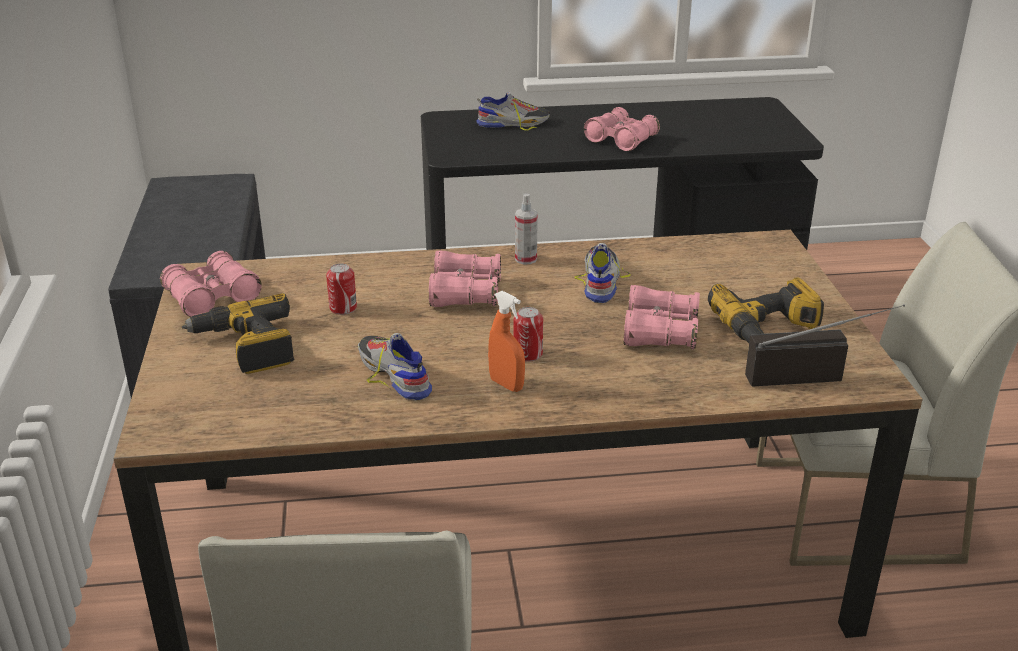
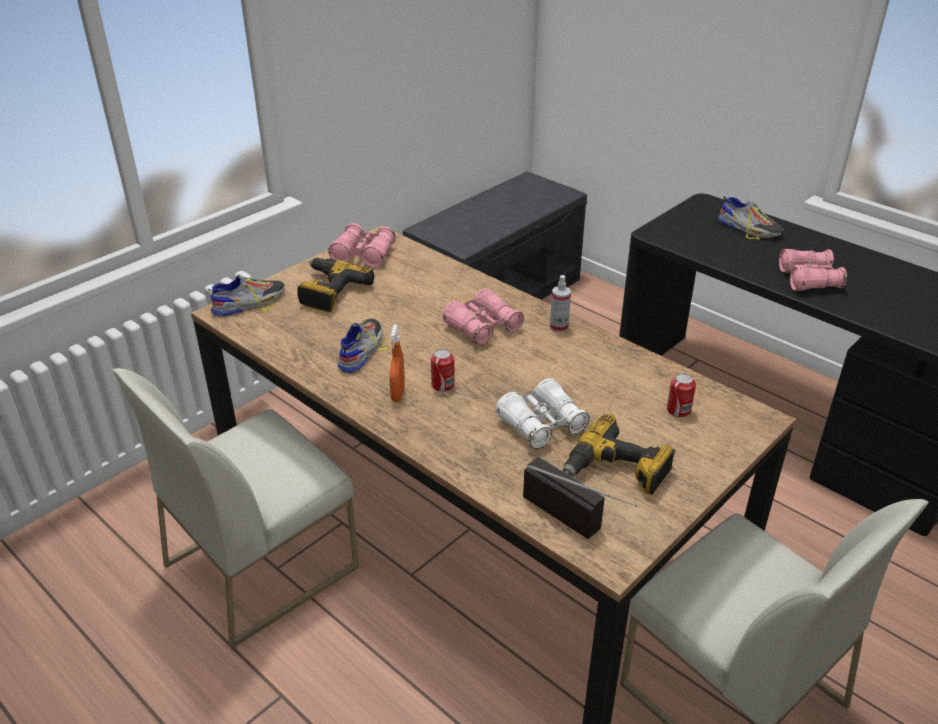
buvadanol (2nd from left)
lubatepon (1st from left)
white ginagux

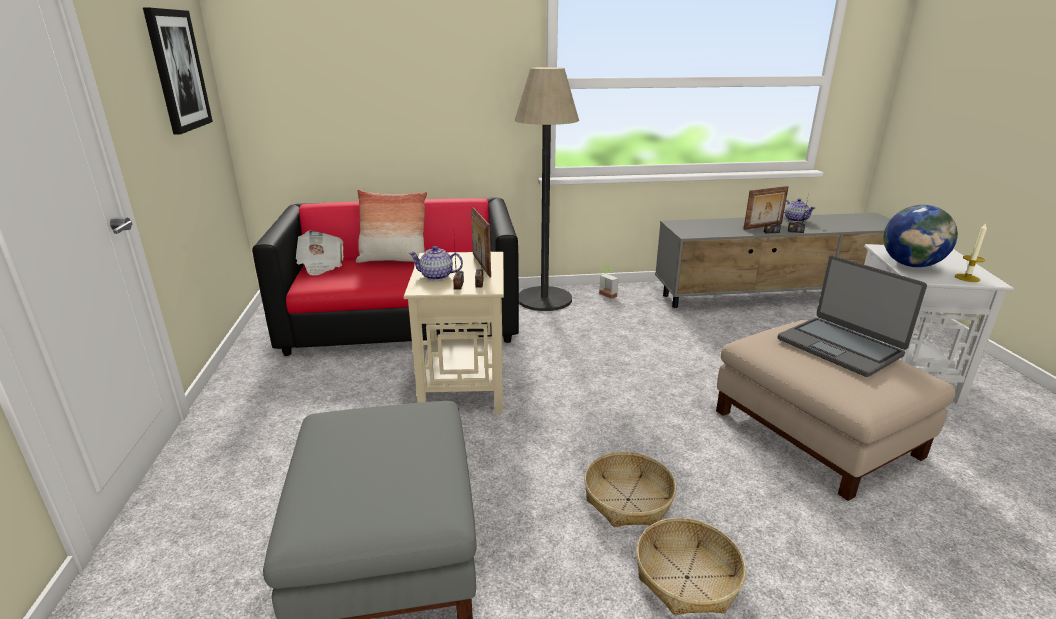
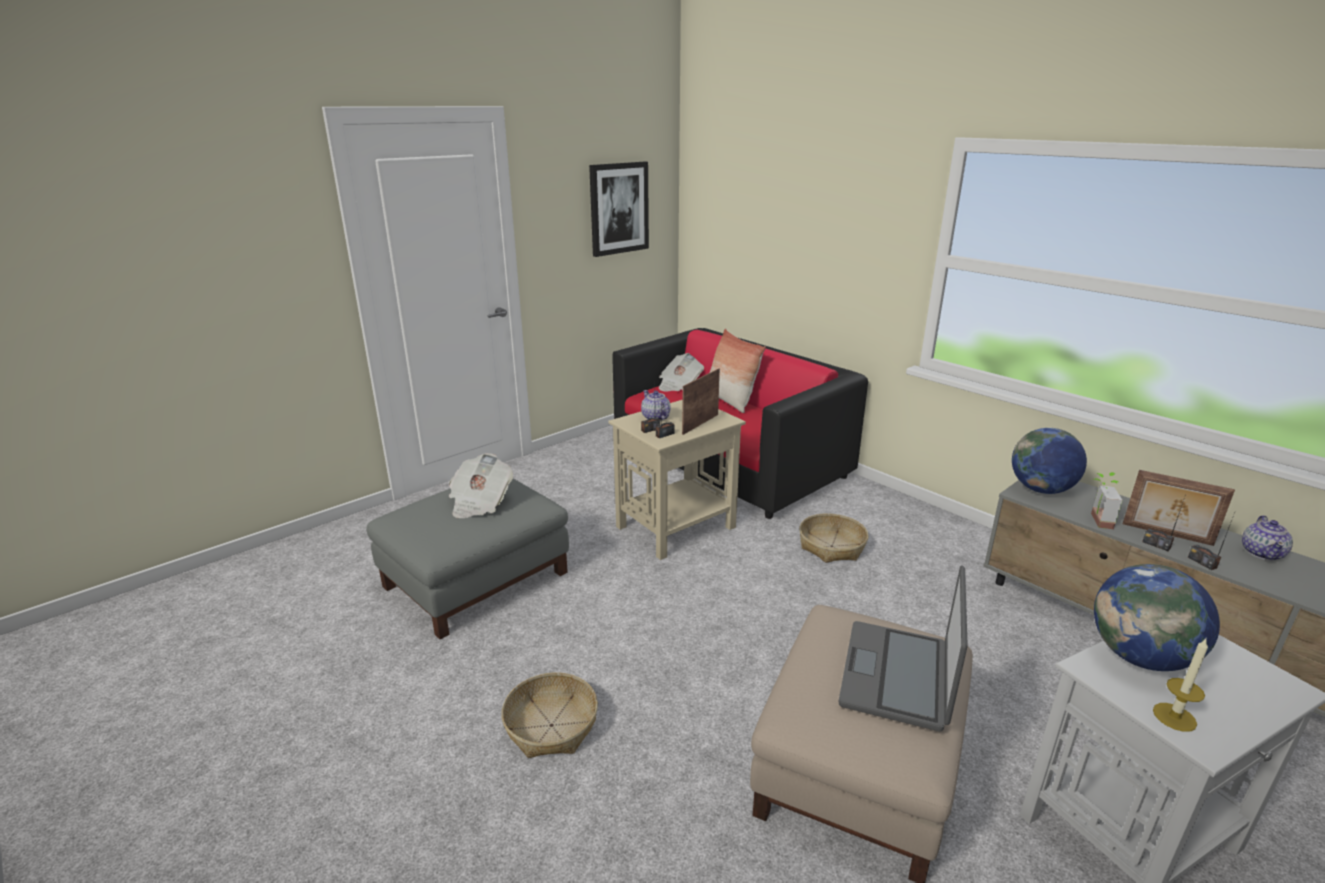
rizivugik
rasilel (1st from left)
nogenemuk (1st from left)
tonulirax (2nd from left)
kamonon

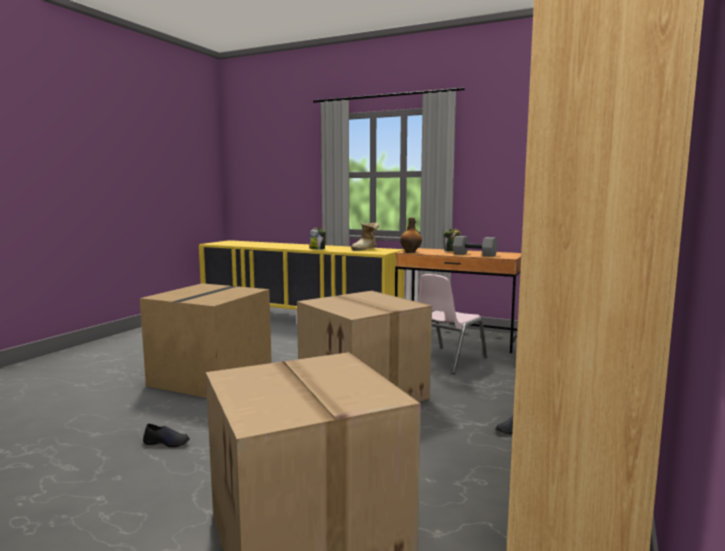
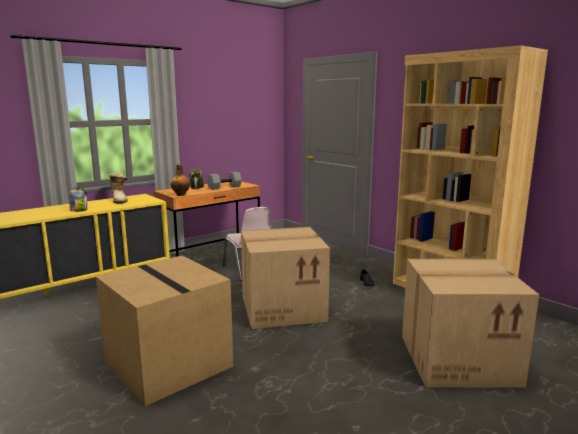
black lubatepon (1st from left in the first image)

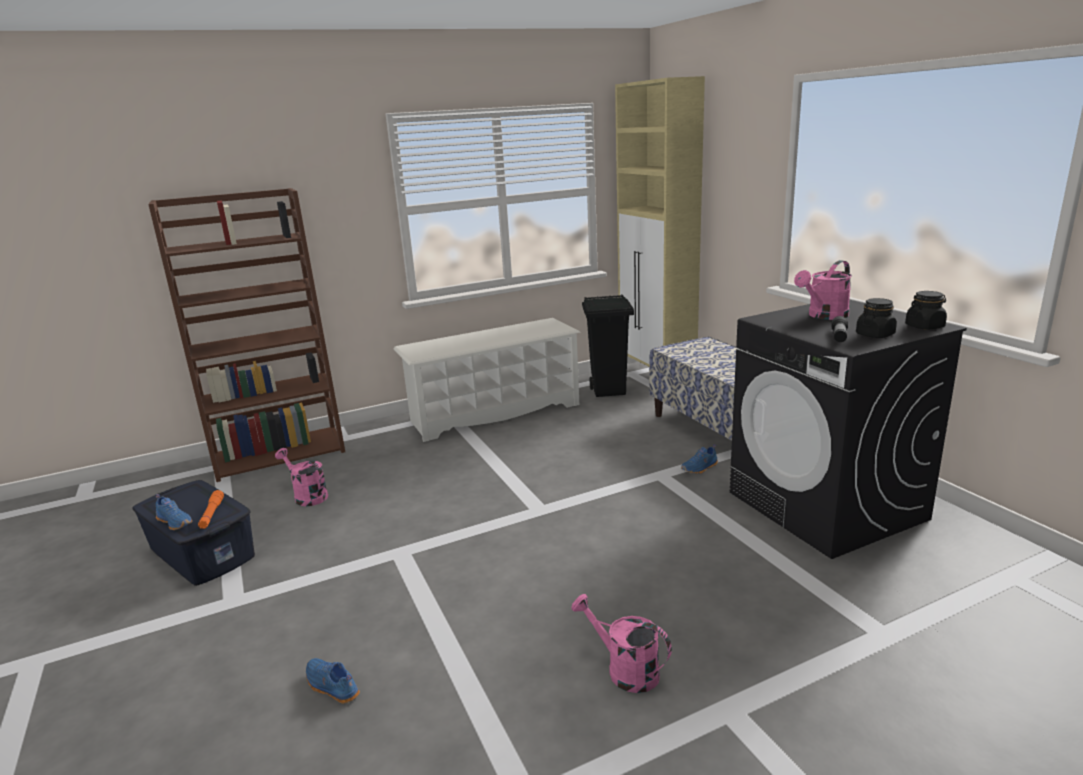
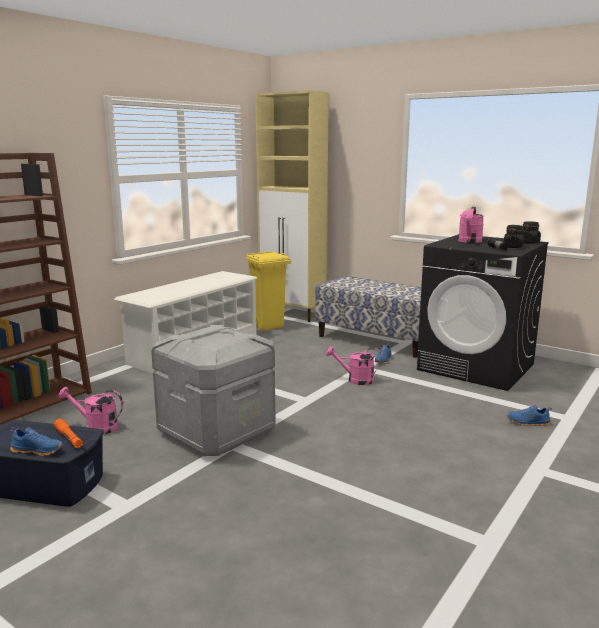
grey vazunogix
blue lubatepon (3rd from left)
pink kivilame (2nd from left)
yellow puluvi

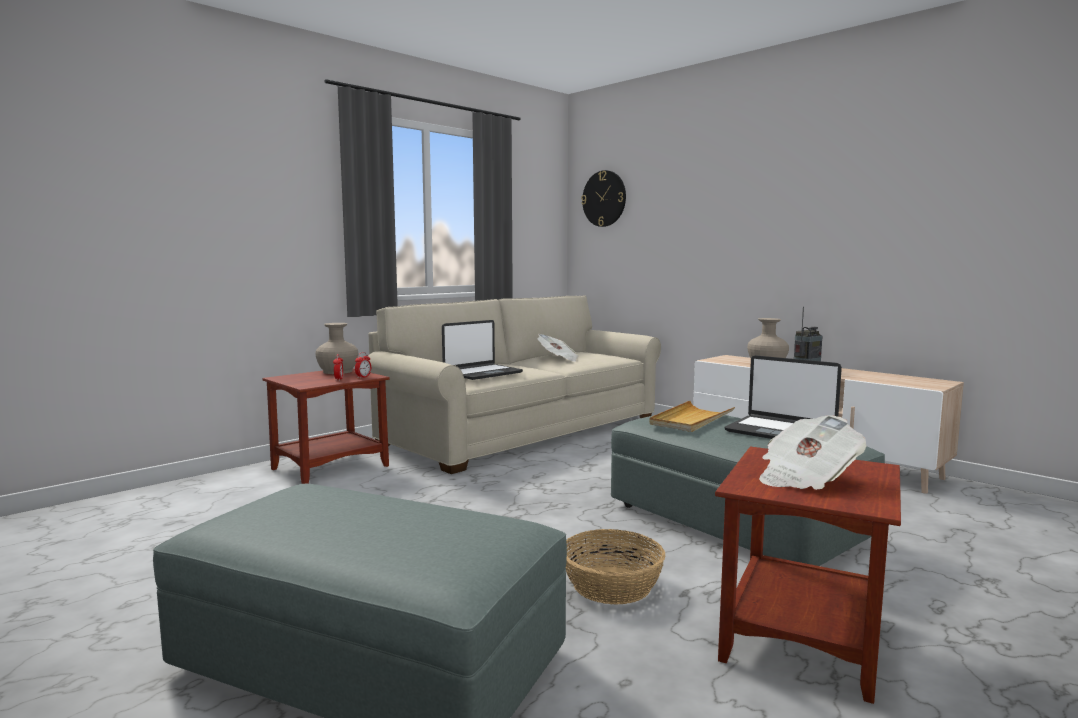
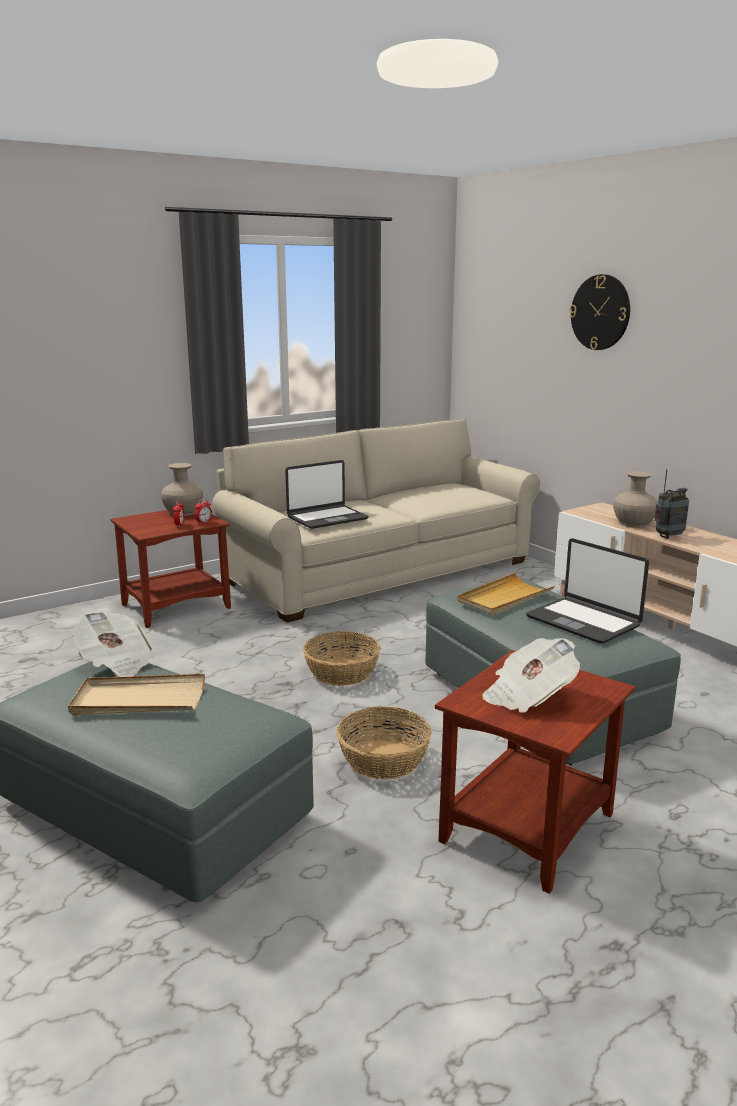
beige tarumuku (1st from left)
tonulirax (1st from left)
rasilel (1st from left)
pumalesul

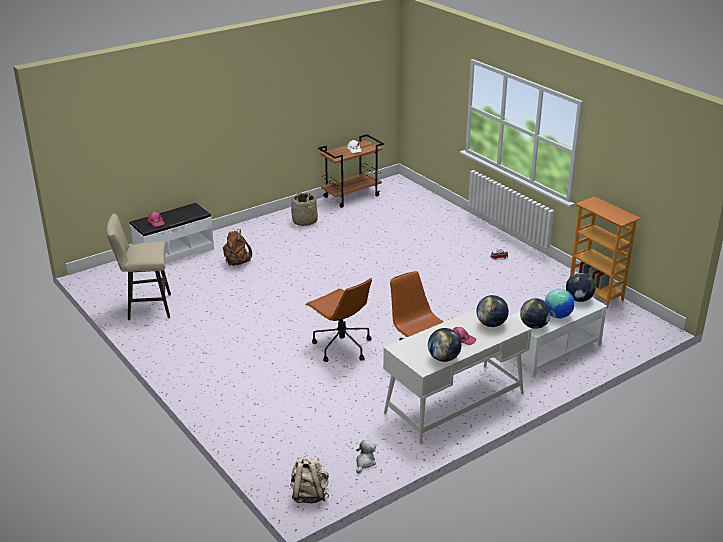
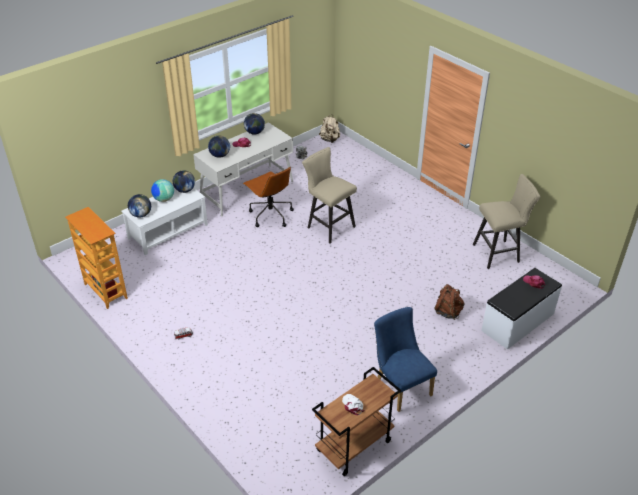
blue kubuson
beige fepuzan (1st from left)

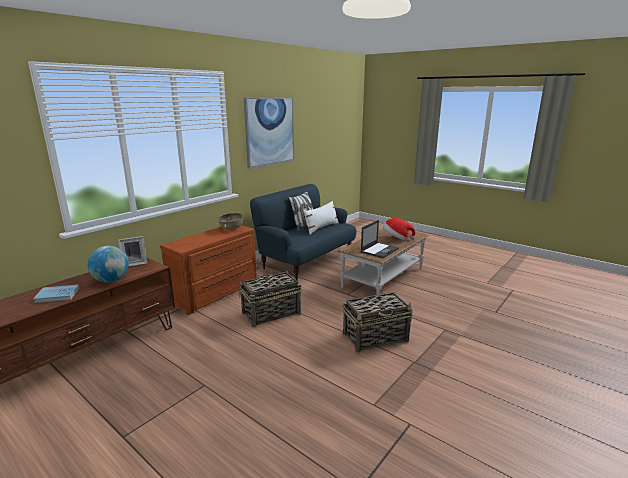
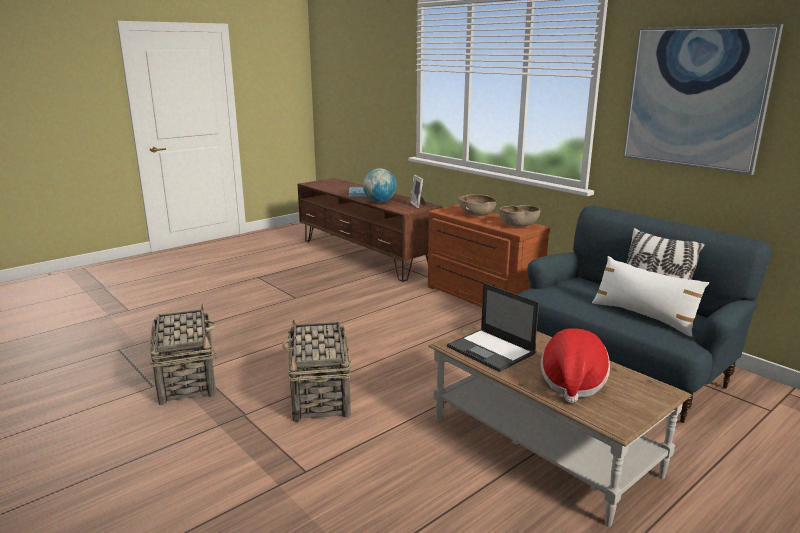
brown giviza (1st from left)
tonulirax (1st from left)

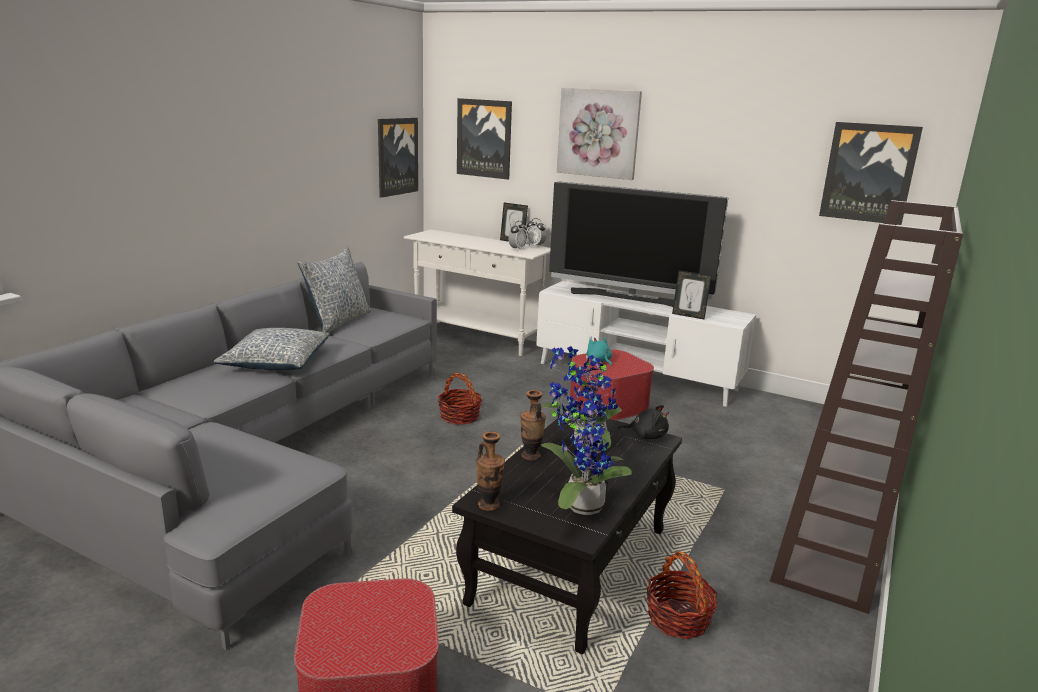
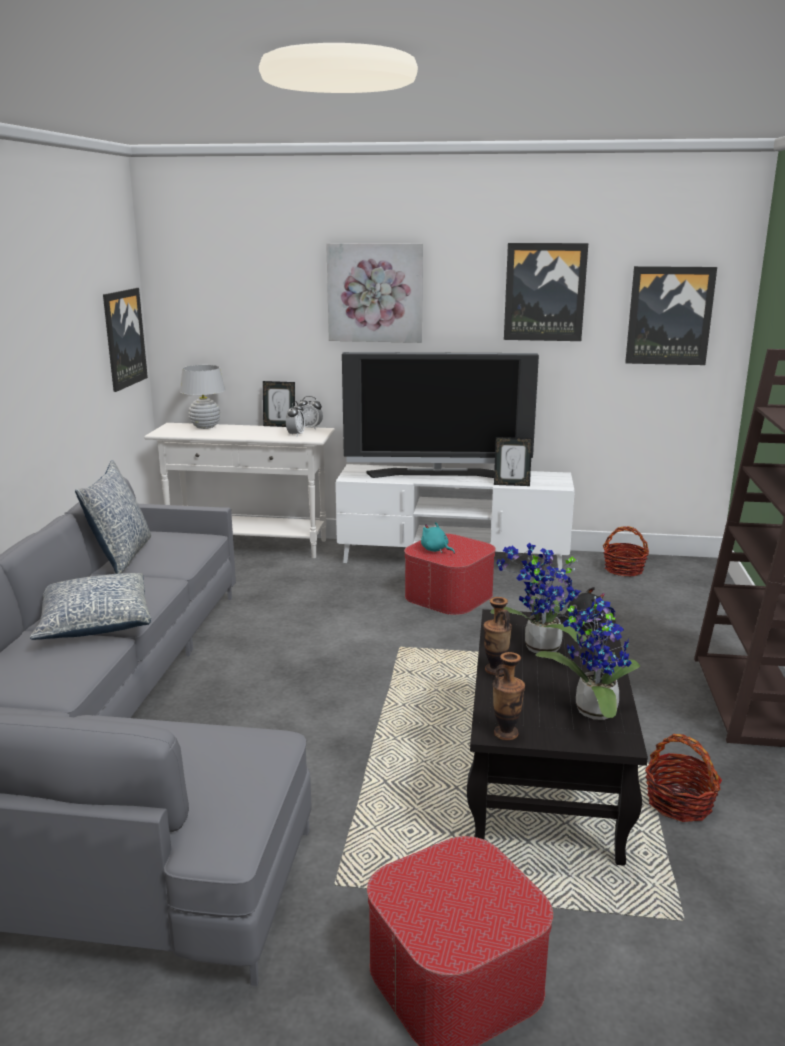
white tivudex
tonulirax (1st from left)
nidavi (3rd from left)

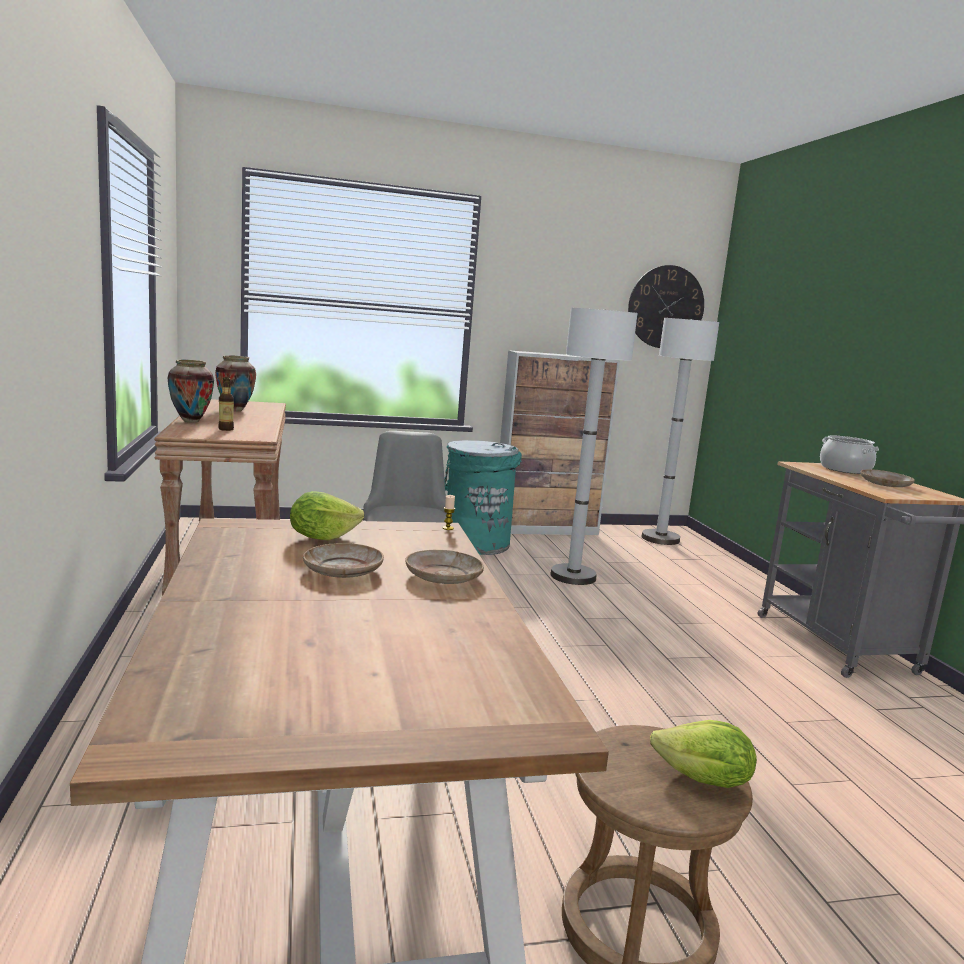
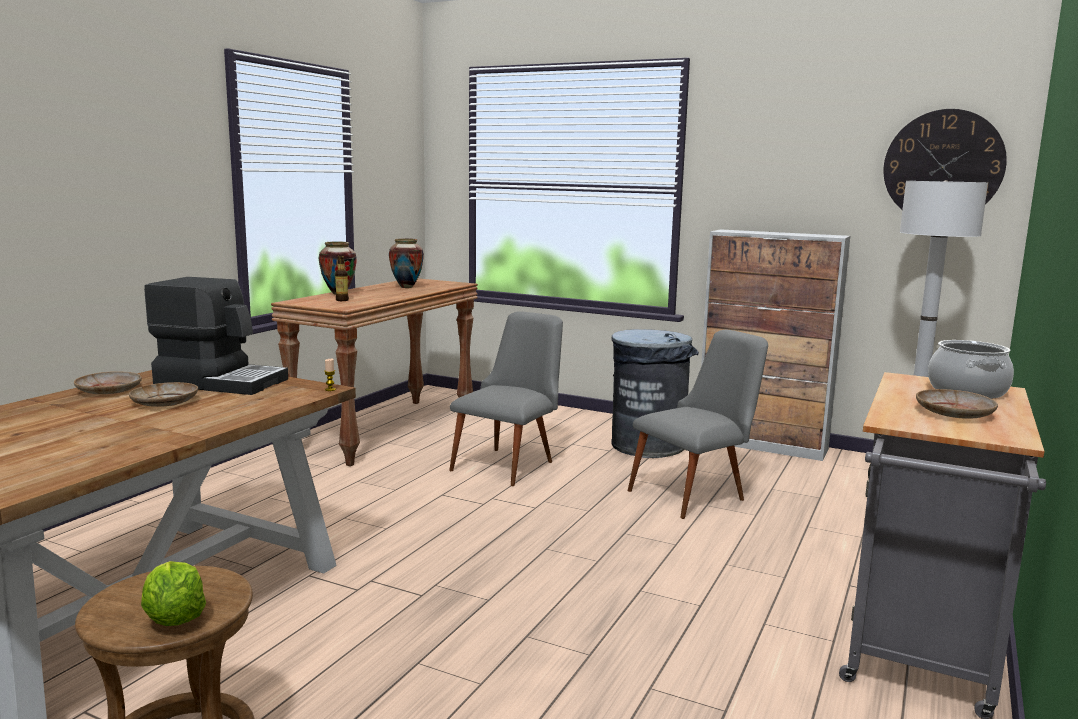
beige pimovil (1st from left)
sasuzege
grey kubuson (2nd from left)
grey puluvi

